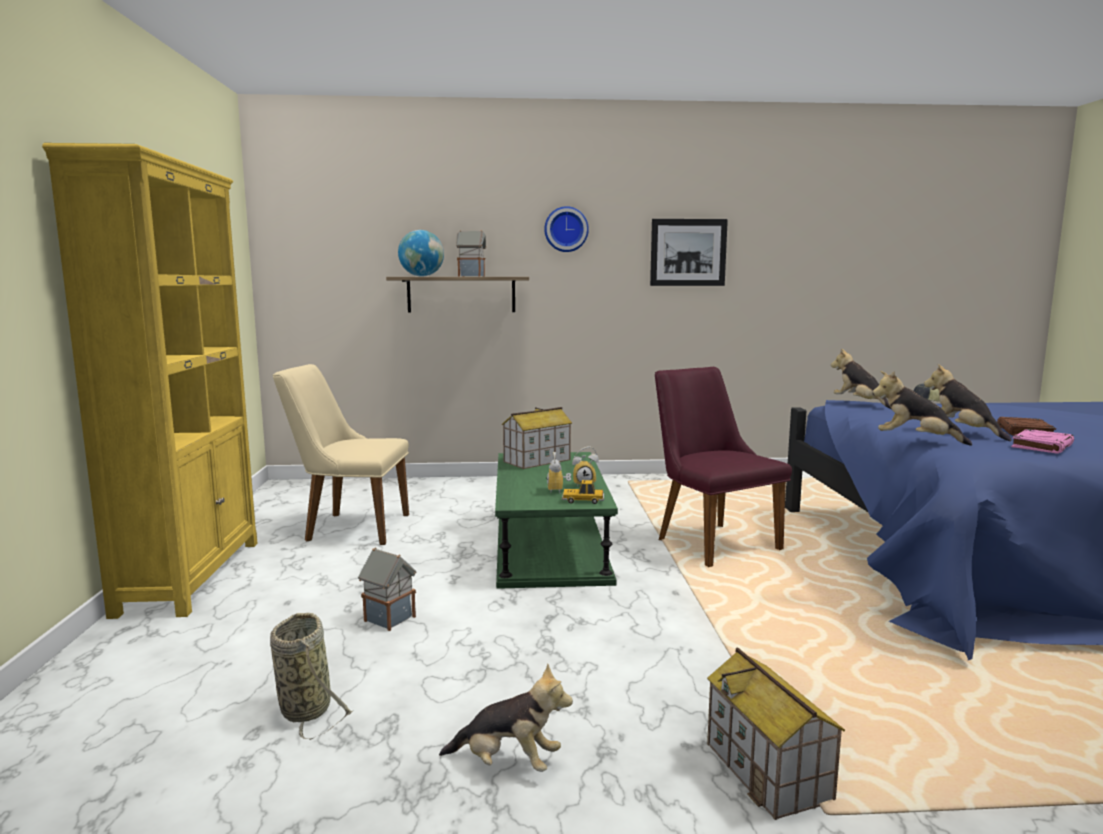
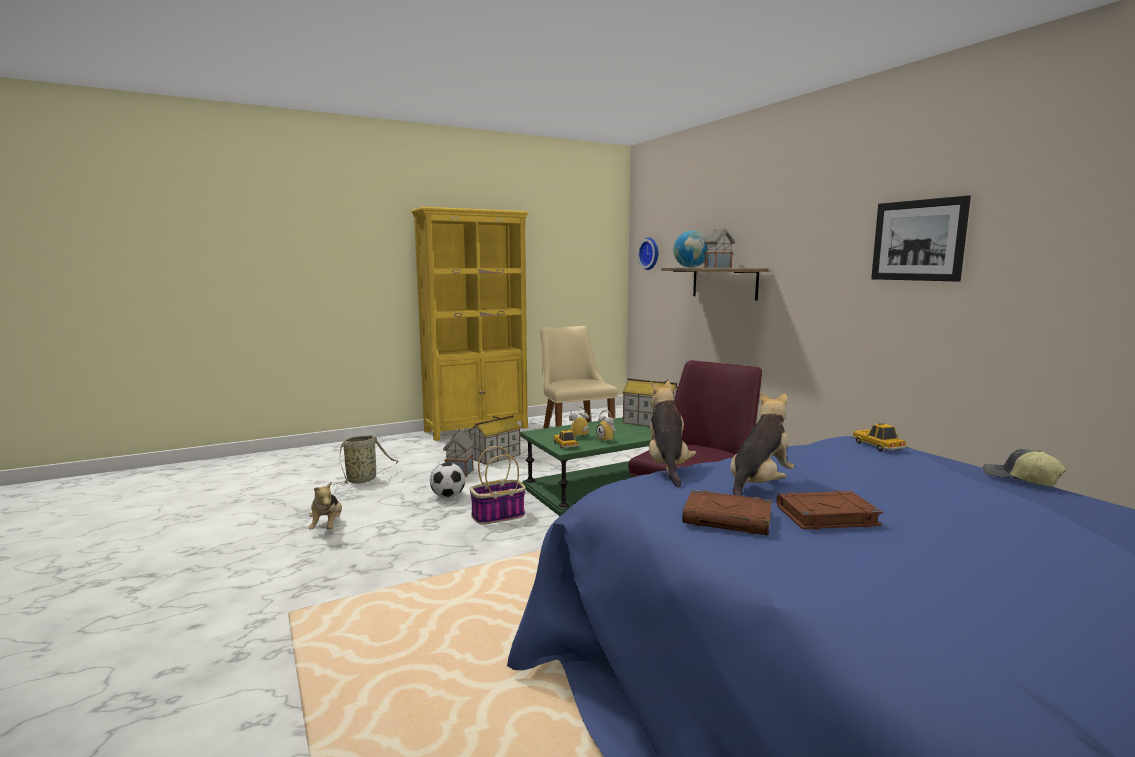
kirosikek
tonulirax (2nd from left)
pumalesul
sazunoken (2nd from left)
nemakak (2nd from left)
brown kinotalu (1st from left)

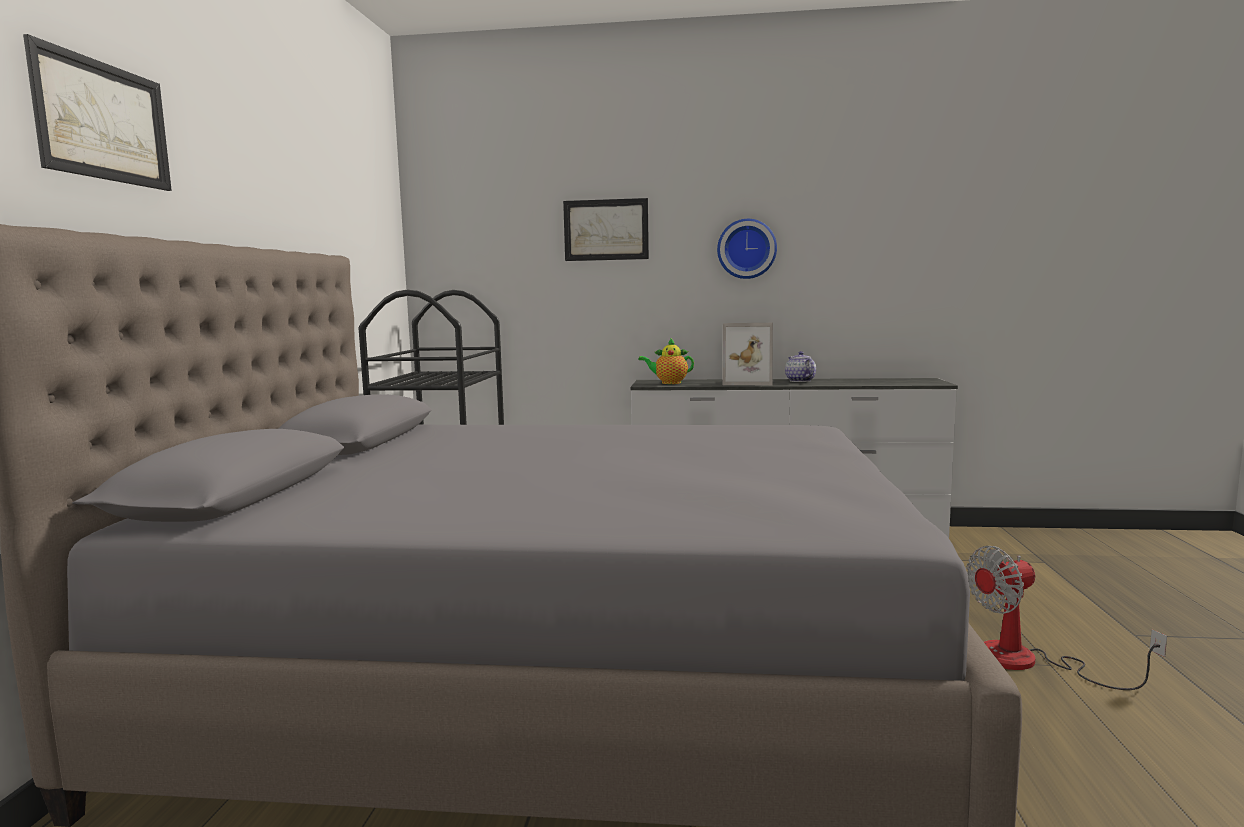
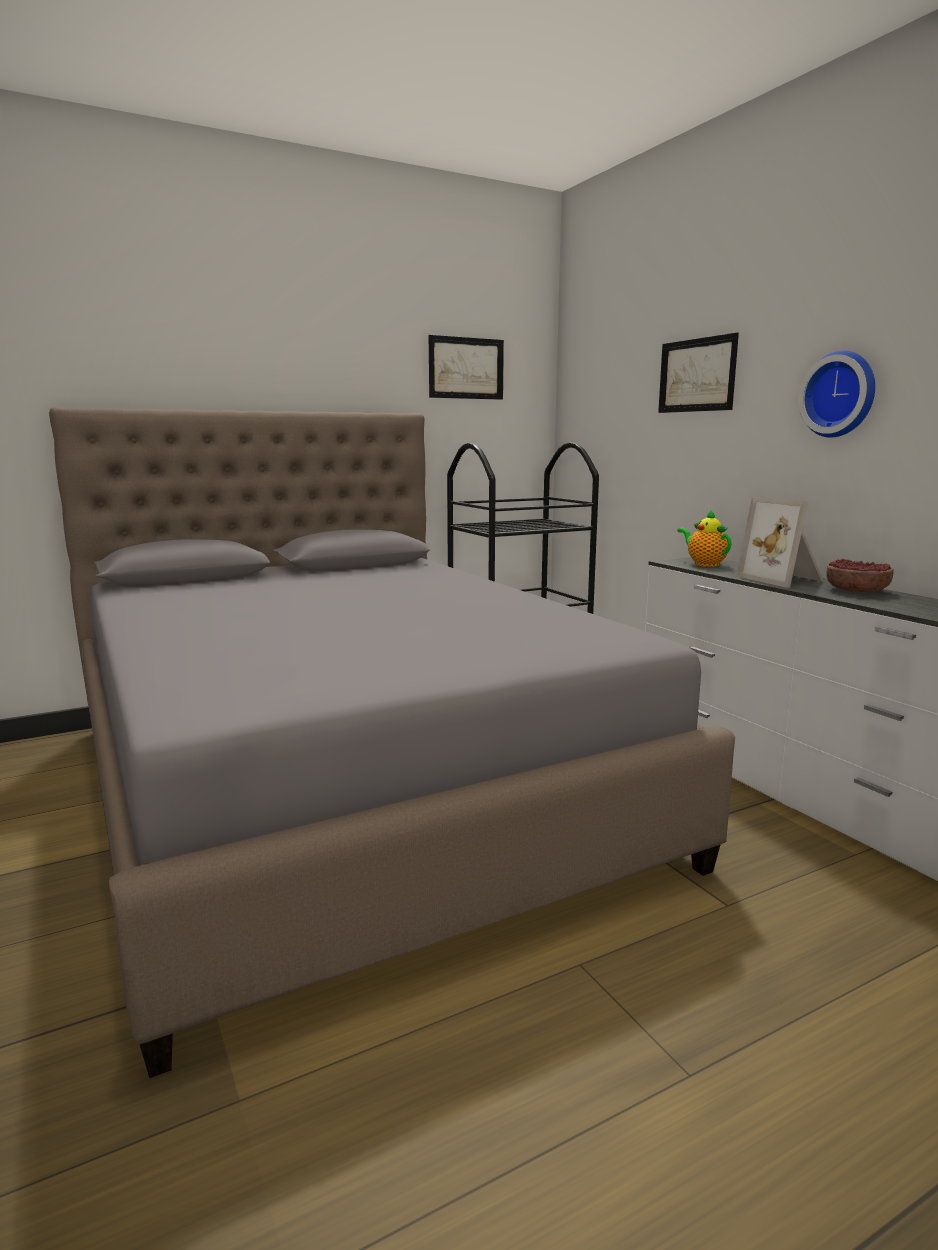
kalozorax
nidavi (1st from left)
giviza

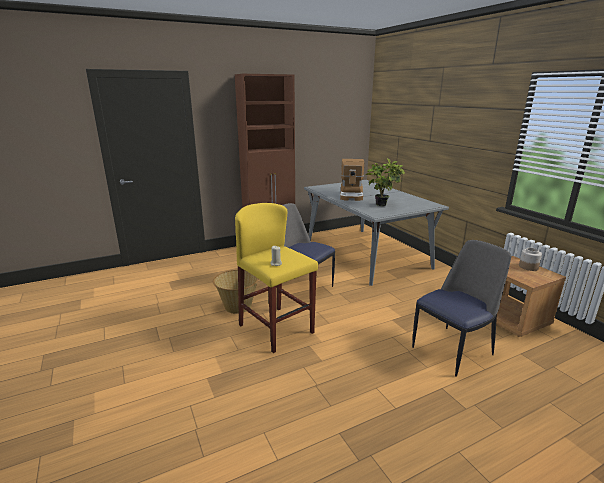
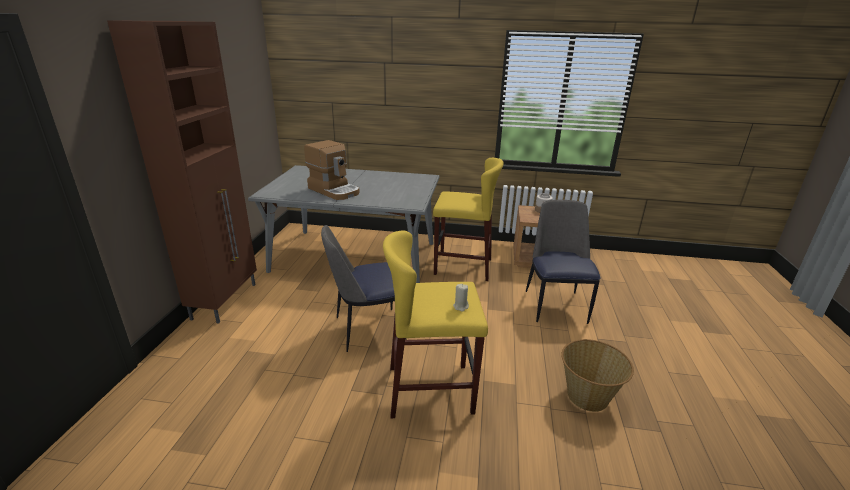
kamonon
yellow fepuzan (2nd from left)
tonulirax

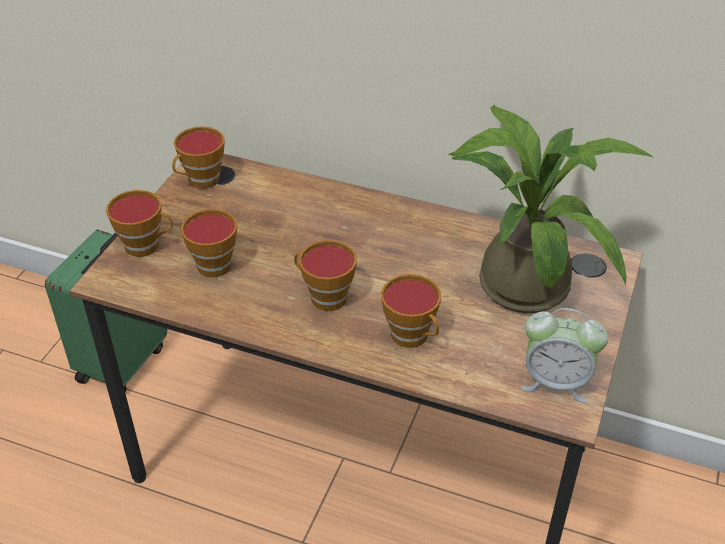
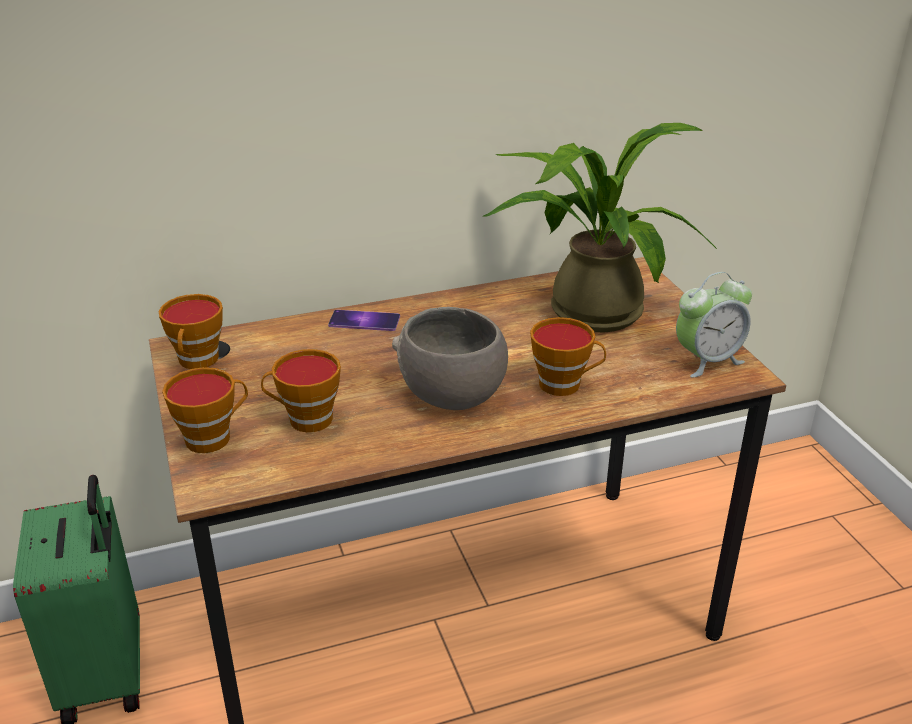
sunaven
grey giviza

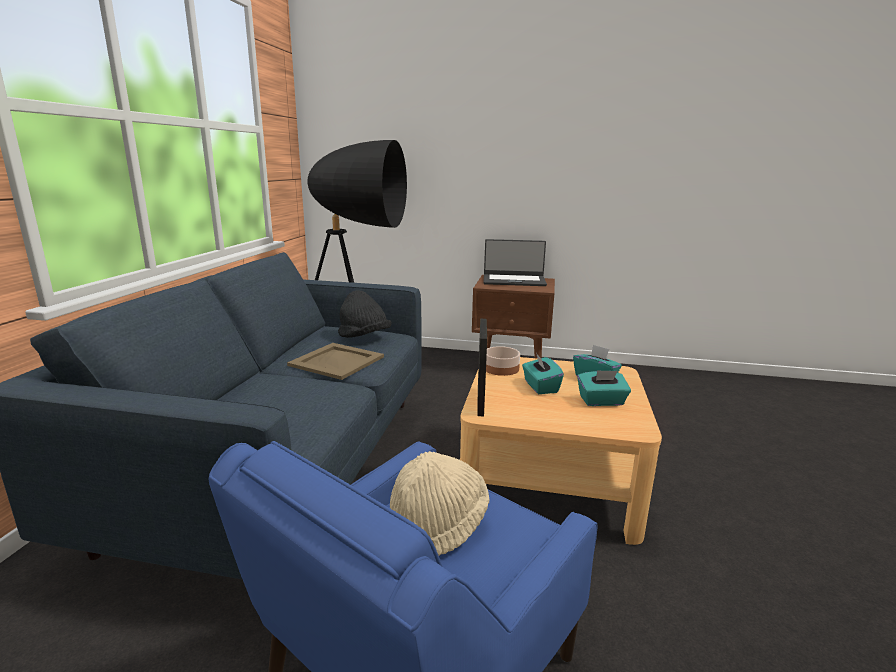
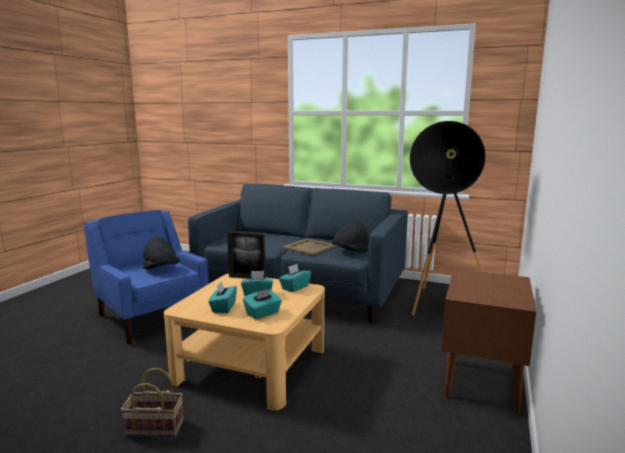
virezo
tonulirax
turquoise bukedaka (4th from left)
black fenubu (1st from left)

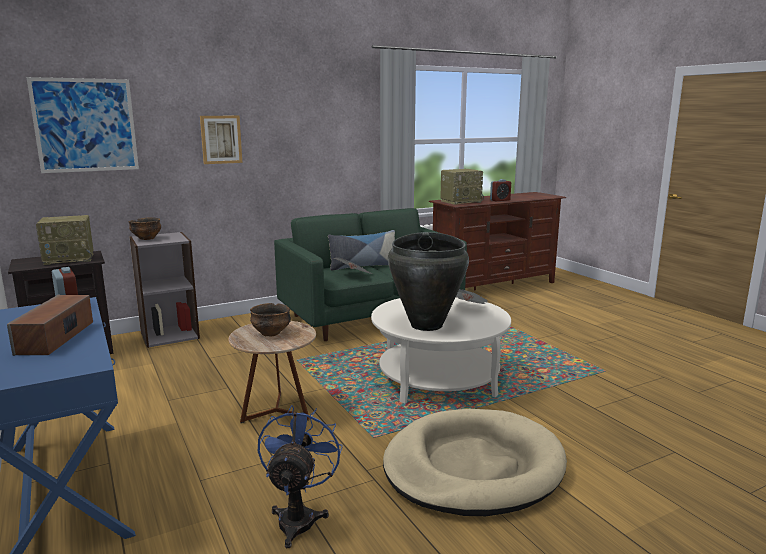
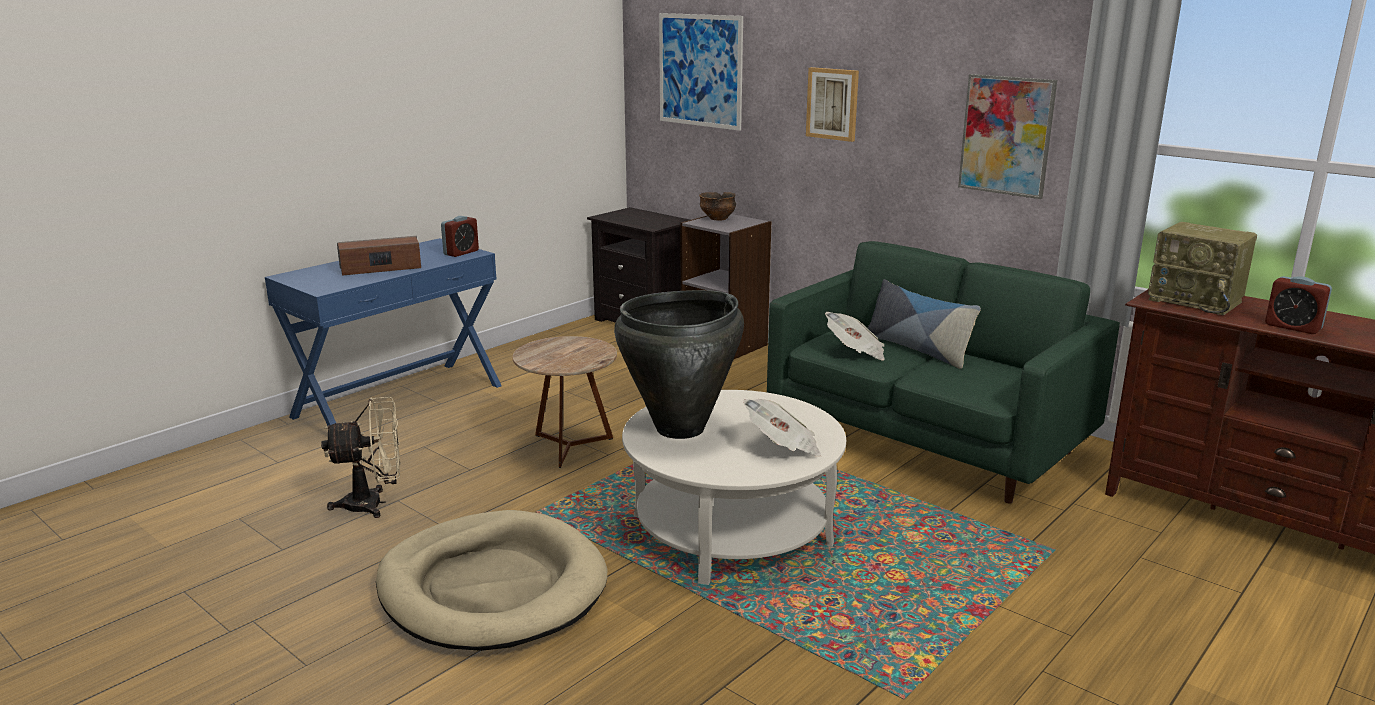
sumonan (1st from left in the first image)
giviza (2nd from left in the first image)
nidavi (3rd from left)
beige kalozorax

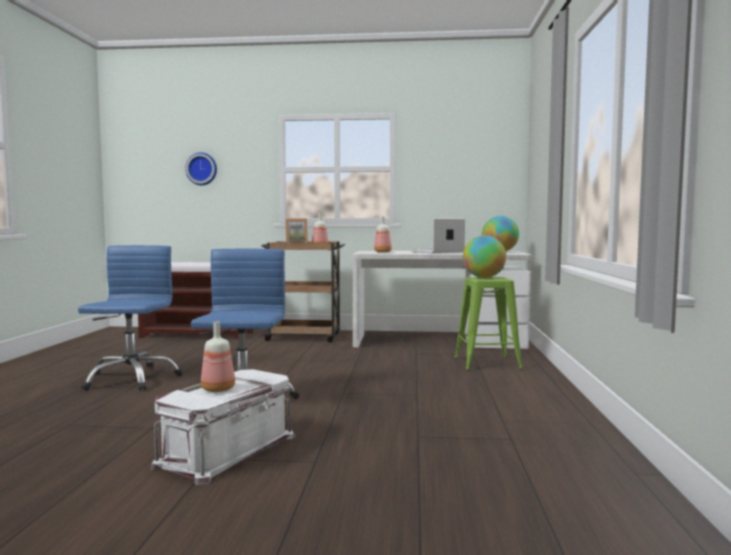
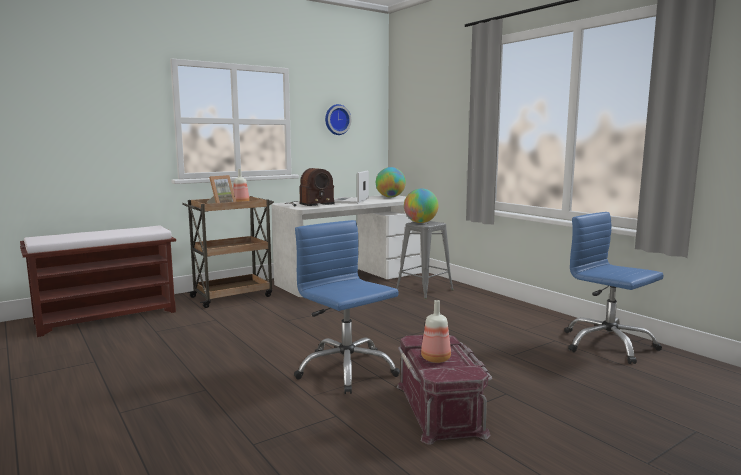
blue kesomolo (2nd from left)
pumalesul
sumonan
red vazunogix
grey fepuzan

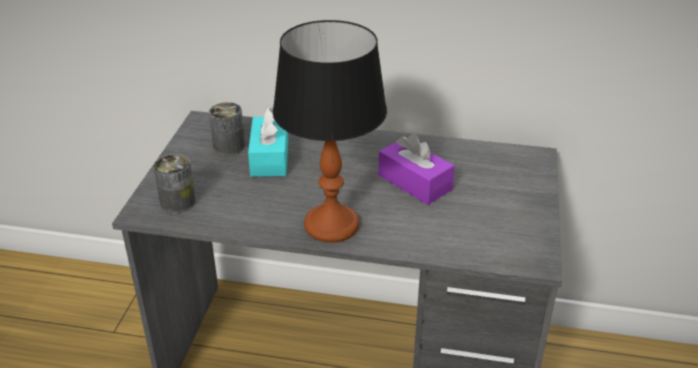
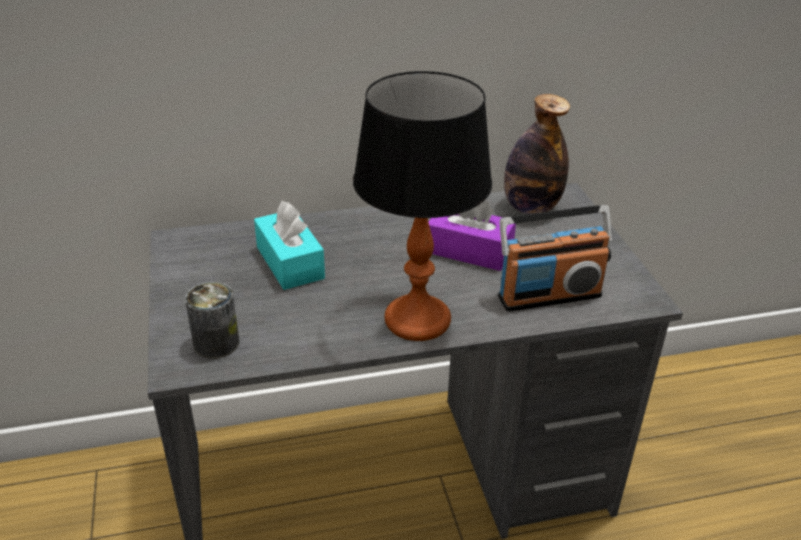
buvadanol (2nd from left in the first image)
sumonan
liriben

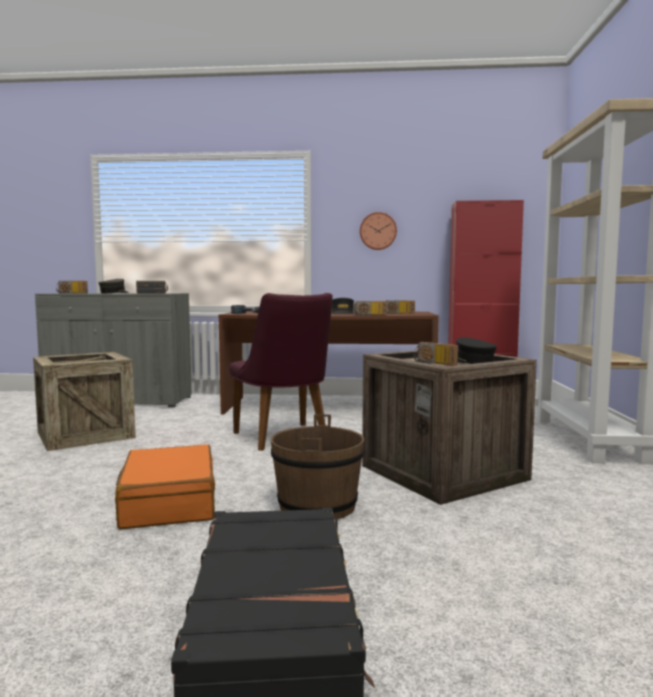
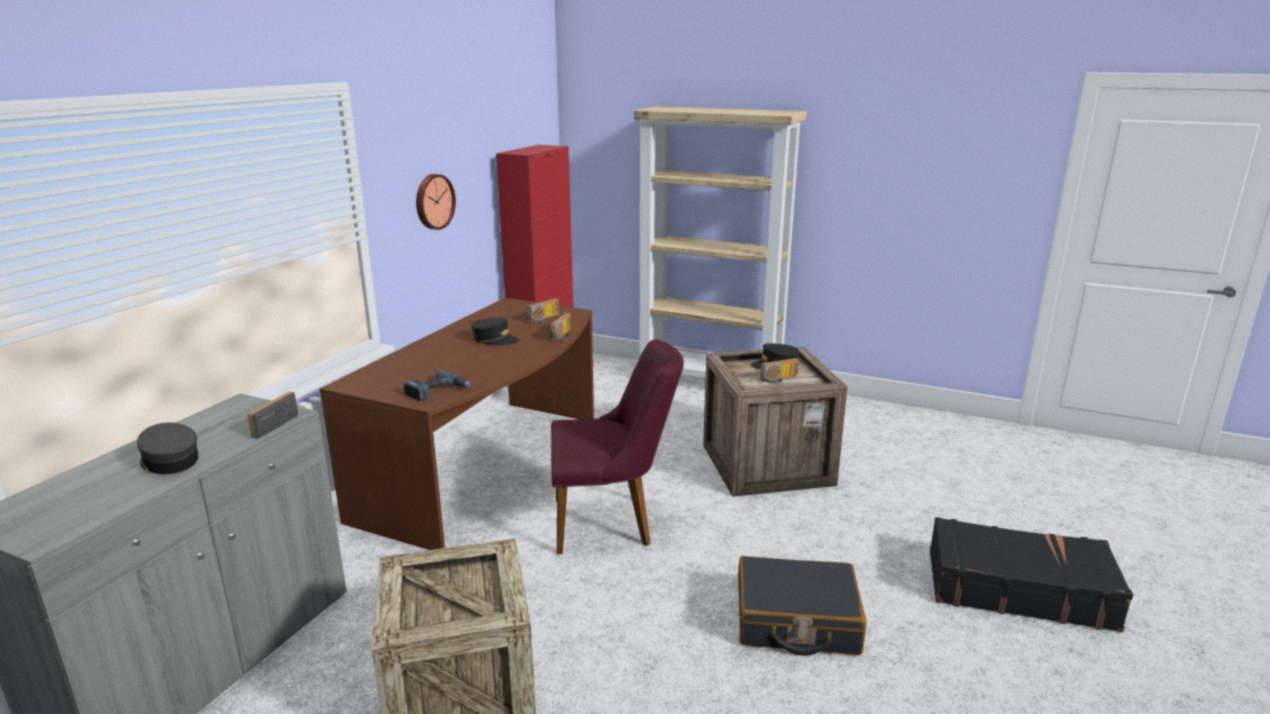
sumonan (1st from left in the first image)
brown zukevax
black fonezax (1st from left)

